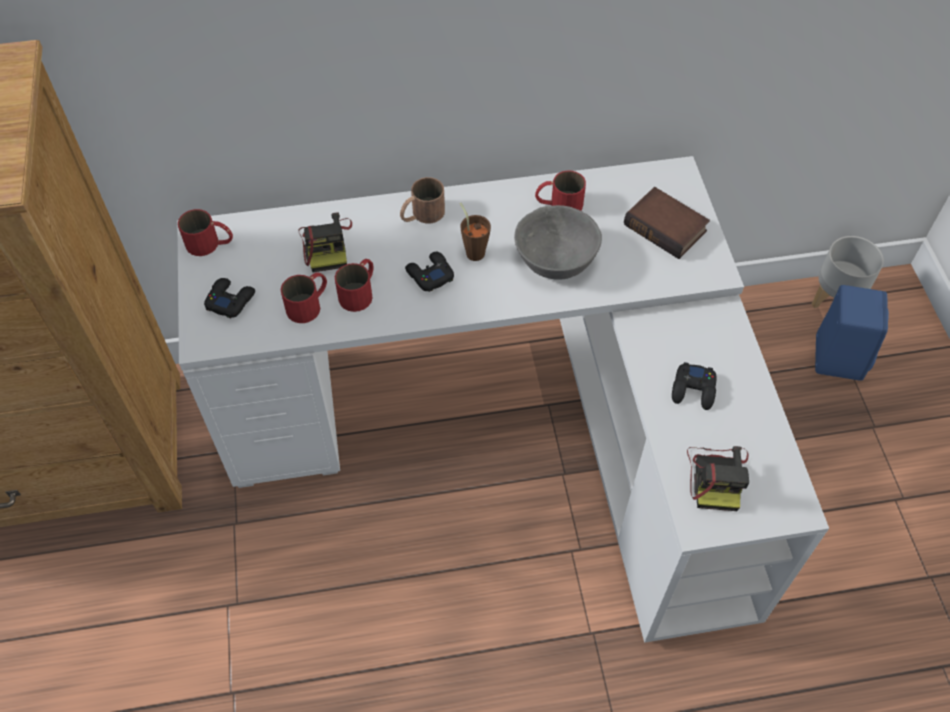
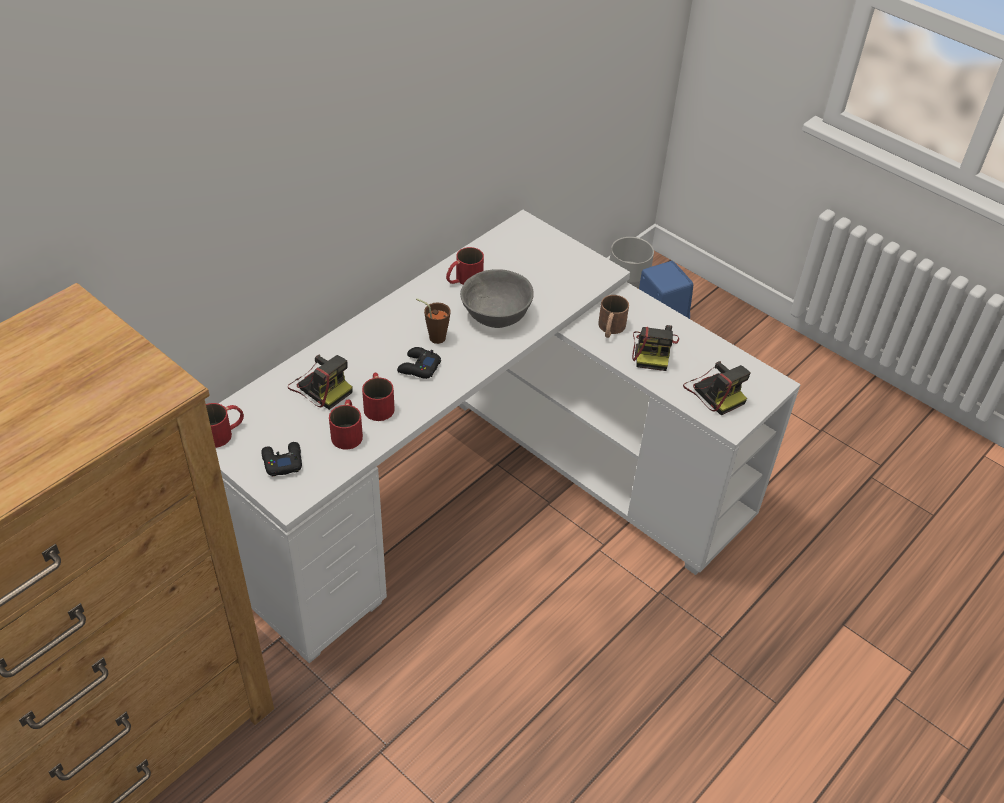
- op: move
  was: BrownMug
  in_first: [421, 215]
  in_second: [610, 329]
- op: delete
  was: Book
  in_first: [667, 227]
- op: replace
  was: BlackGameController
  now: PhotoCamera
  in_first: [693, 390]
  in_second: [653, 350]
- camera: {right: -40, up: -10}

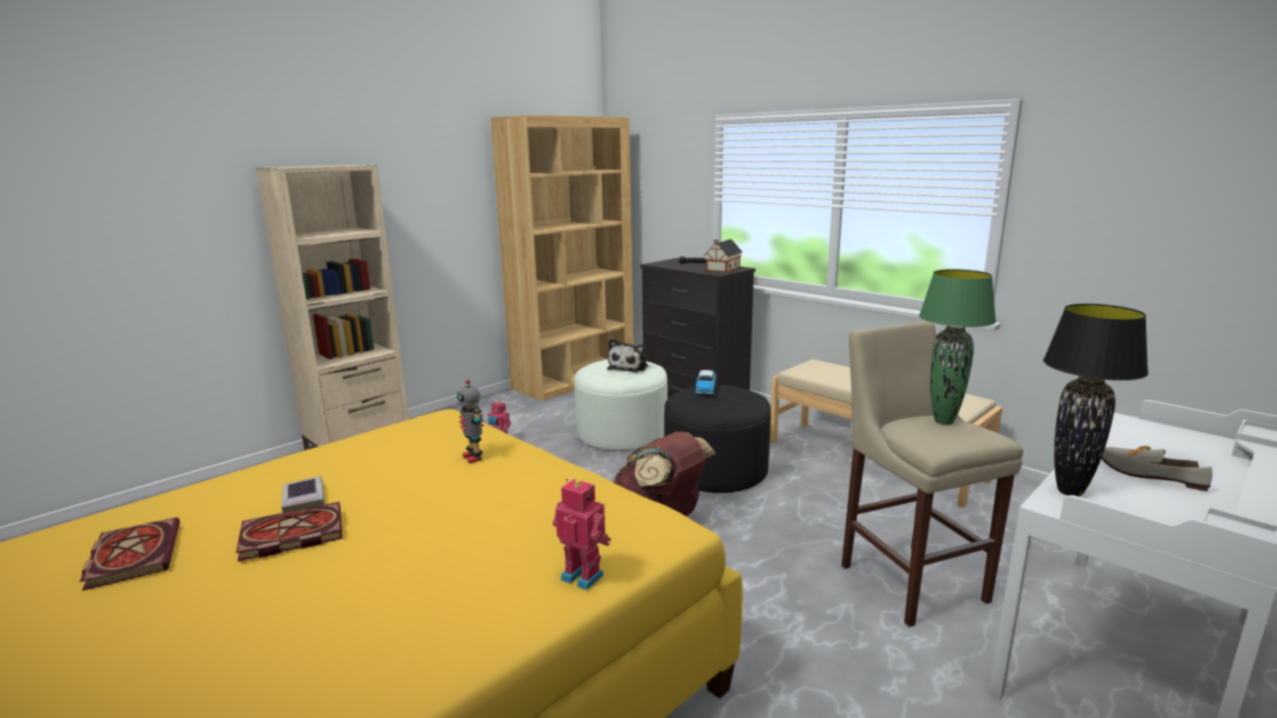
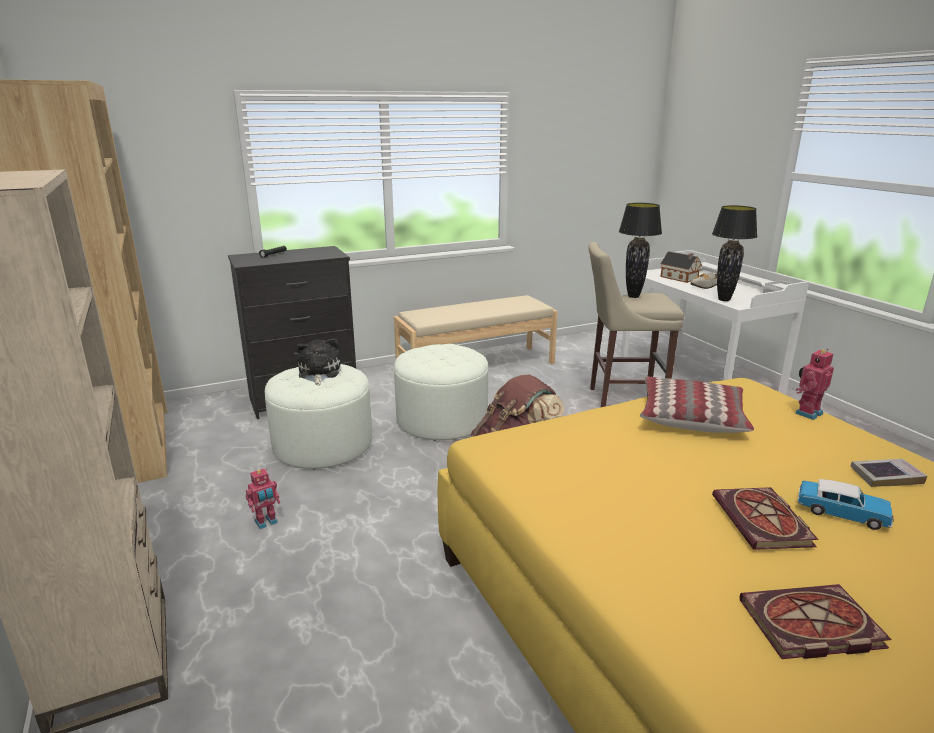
- op: move
  was: Book
  in_first: [304, 499]
  in_second: [886, 476]
- op: delete
  was: ToyRobot
  in_first: [474, 457]
- op: rotate
  was: PlushToy
  in_first: [629, 367]
  in_second: [318, 373]
  clockwise: -135
- op: recolor
  was: BlackOttoman
  now: WhiteOttoman
  in_first: [716, 470]
  in_second: [442, 420]
- op: move
  was: ToyCar
  in_first: [705, 389]
  in_second: [842, 513]
- op: move
  was: ToyHouse
  in_first: [722, 269]
  in_second: [680, 278]
- op: recolor
  was: GreenTableLamp
  now: BlackTableLamp
  in_first: [943, 421]
  in_second: [633, 296]
- op: insert
  now: Pillow
  in_second: [691, 416]
- camera: {right: -70, up: 5}

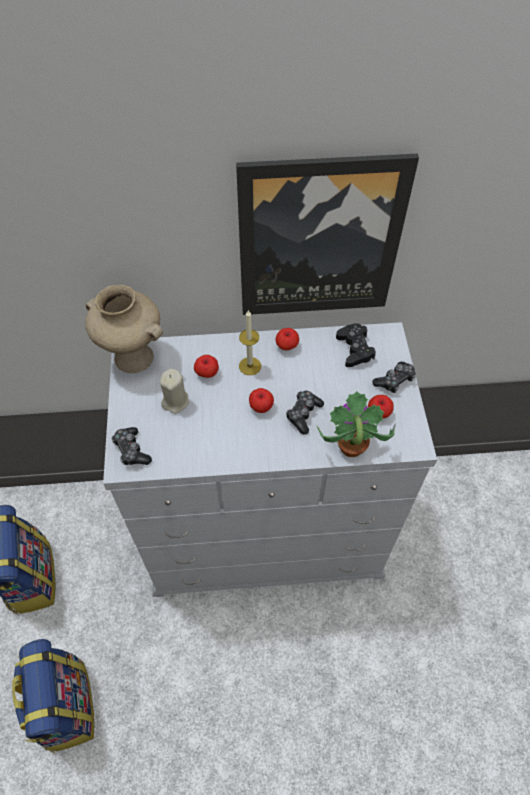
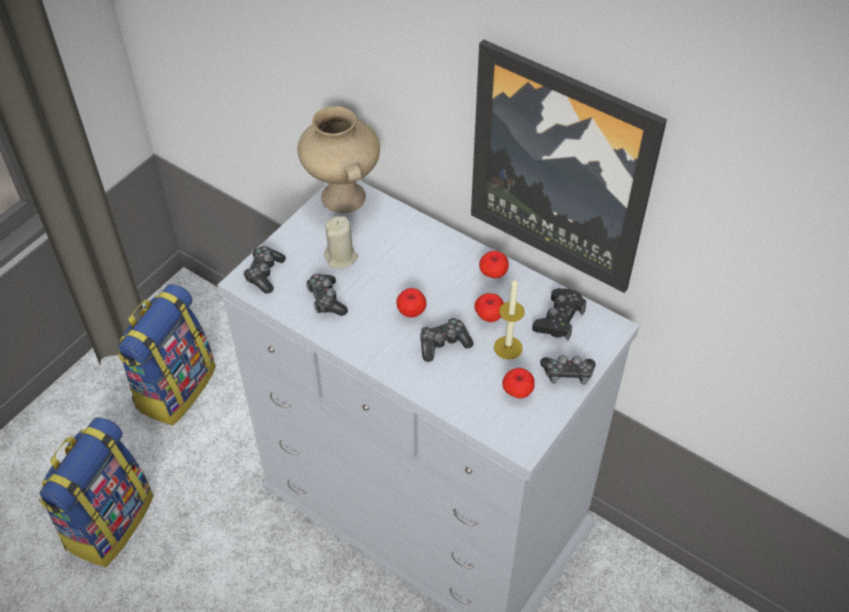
- op: move
  was: Apple
  in_first: [207, 373]
  in_second: [489, 316]
- op: move
  was: Candle
  in_first: [250, 366]
  in_second: [508, 347]
- op: delete
  was: PottedPlant
  in_first: [350, 447]
- op: insert
  now: GameController
  in_second: [326, 300]
- camera: {right: 40, up: -5}

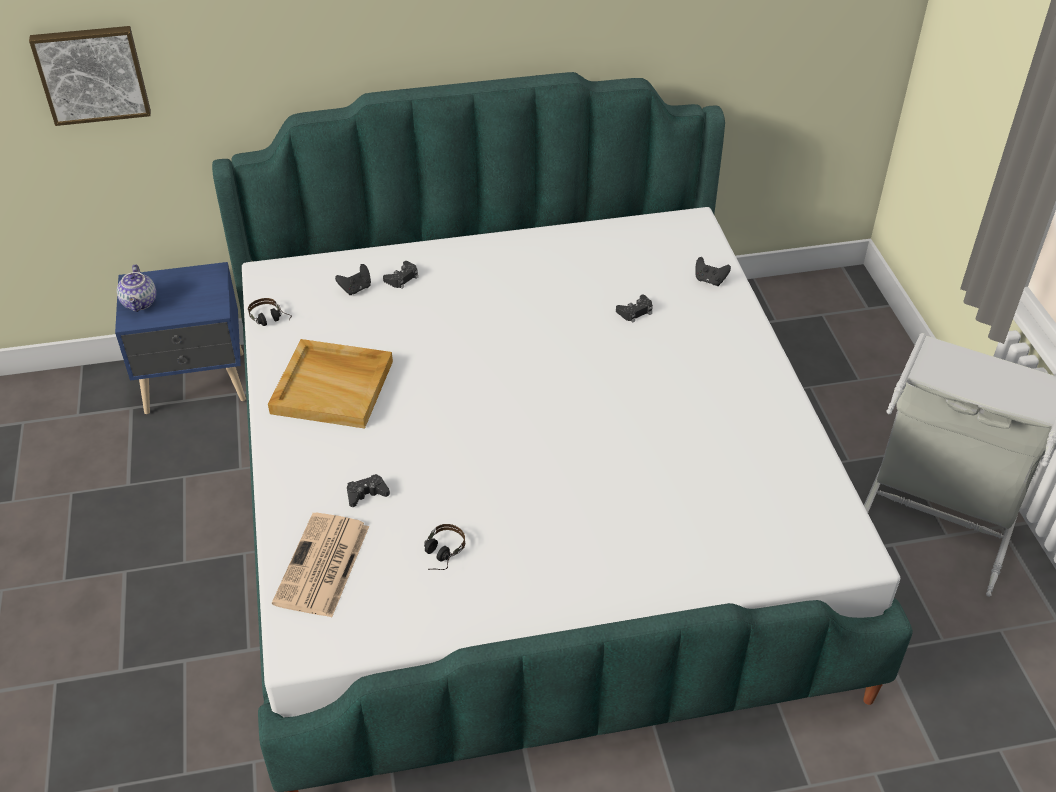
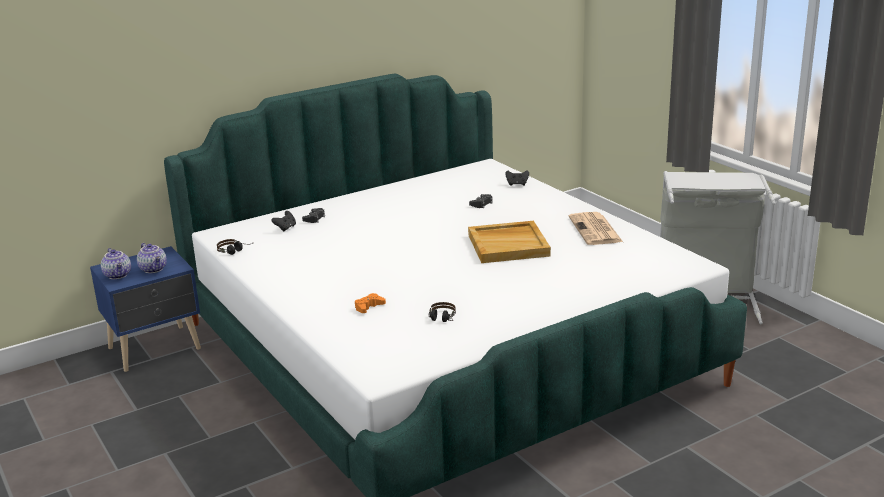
- op: delete
  was: Picture
  in_first: [92, 73]
- op: move
  was: BeigeTray
  in_first: [333, 386]
  in_second: [509, 245]
- op: move
  was: Newspaper
  in_first: [322, 566]
  in_second: [596, 230]
- op: recolor
  was: BlackGameController
  now: OrangeGameController
  in_first: [366, 494]
  in_second: [369, 307]
- op: insert
  now: Teapot
  in_second: [154, 269]
- camera: {right: -20, up: -20}

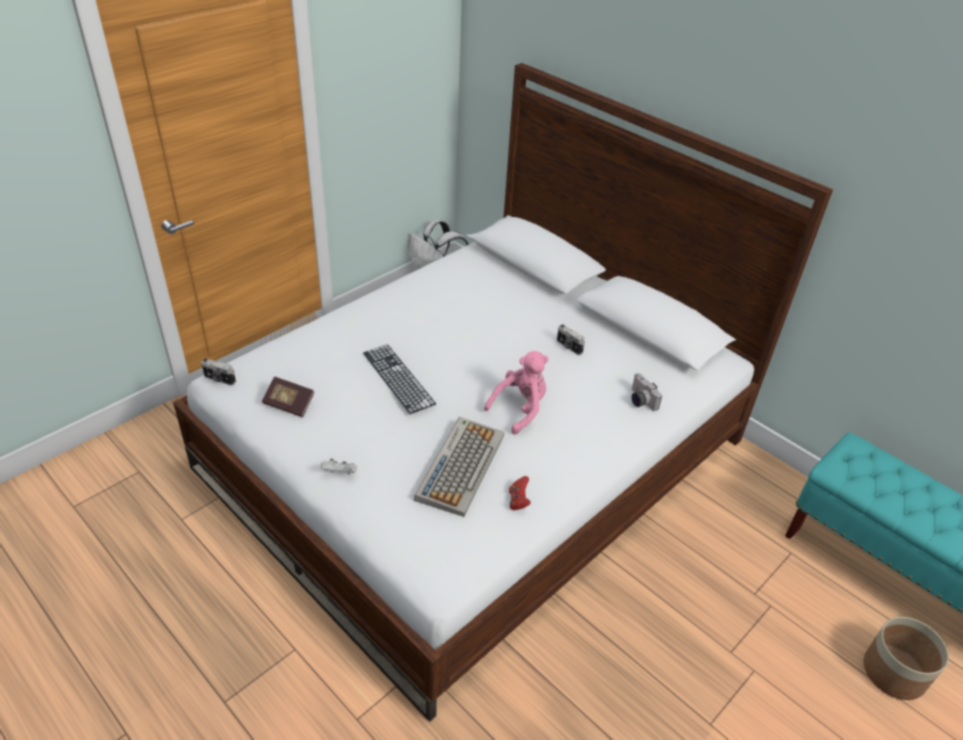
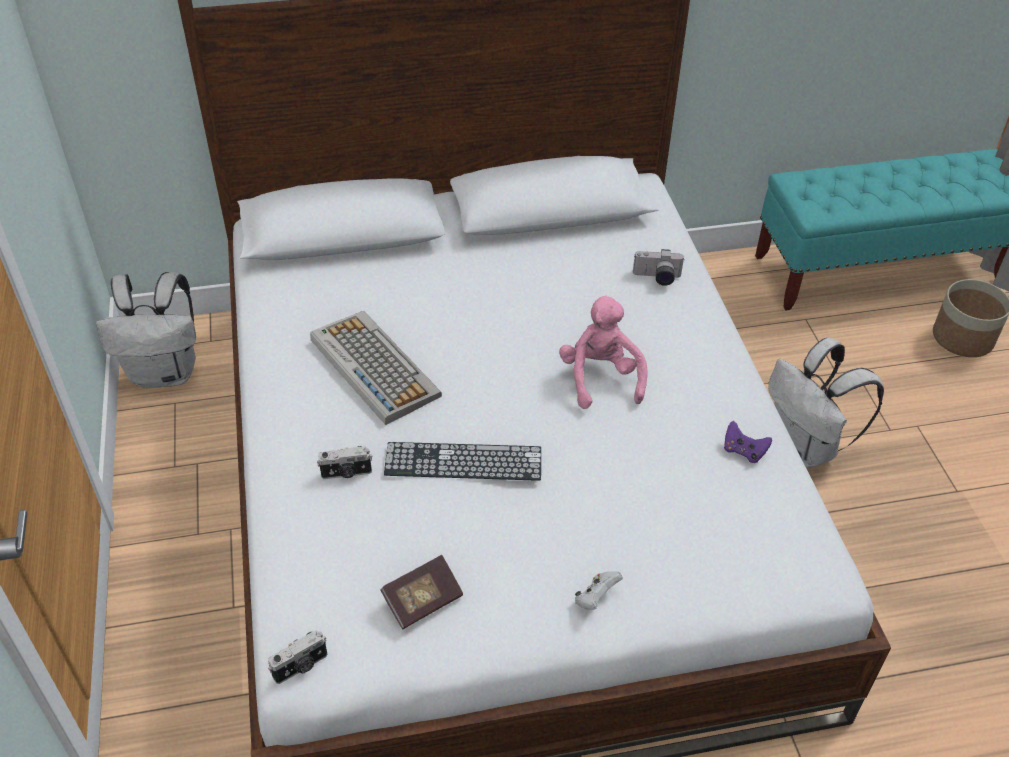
- op: move
  was: Keyboard
  in_first: [460, 465]
  in_second: [372, 367]
- op: recolor
  was: RedGameController
  now: PurpleGameController
  in_first: [518, 501]
  in_second: [743, 451]
- op: move
  was: PhotoCamera
  in_first: [568, 347]
  in_second: [346, 473]
- op: insert
  now: WhiteBackpack
  in_second: [806, 447]
- camera: {right: -55, up: 5}

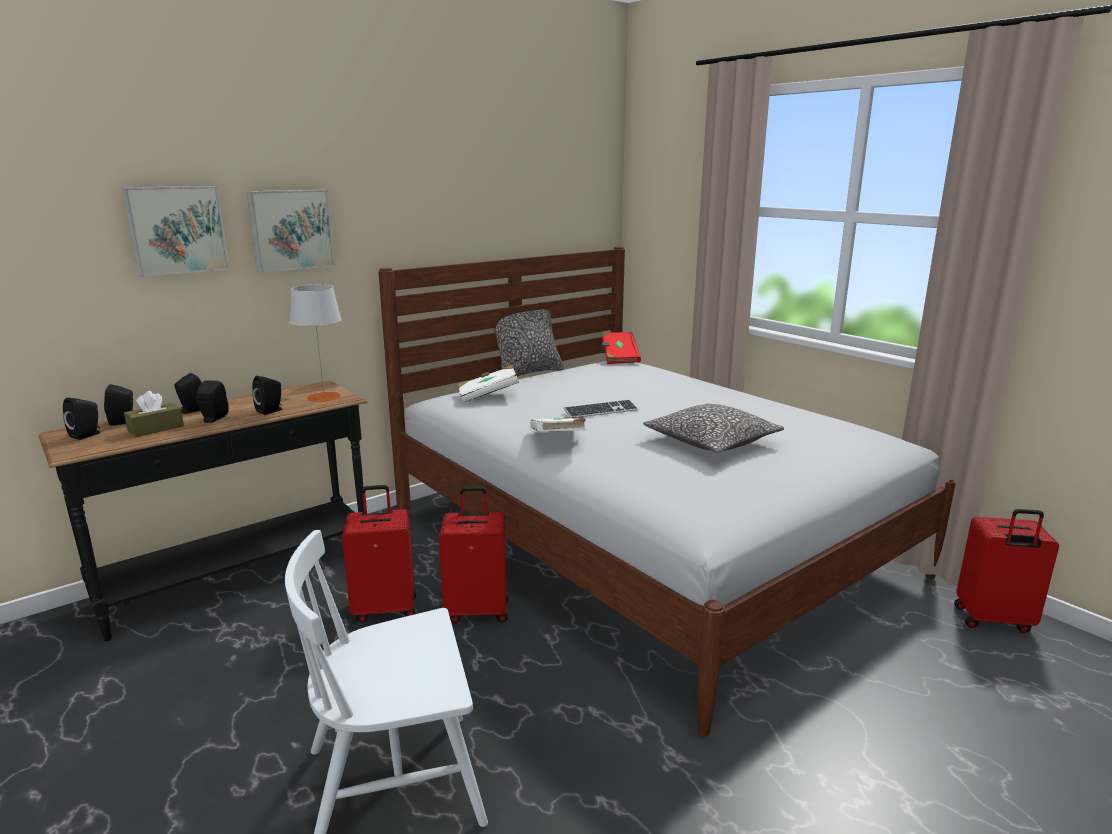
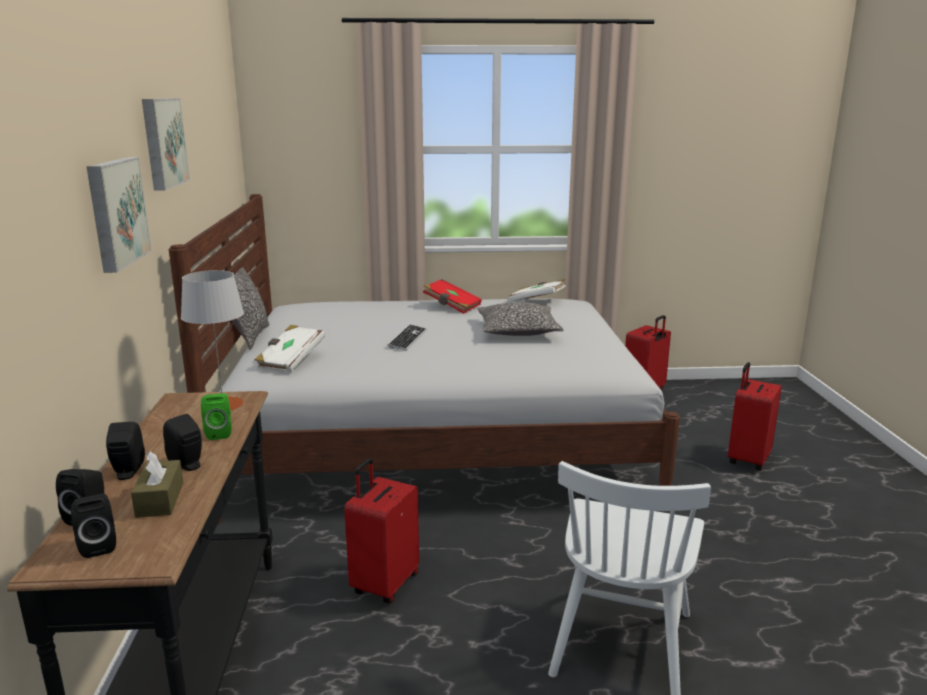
- op: move
  was: Picture
  in_first: [177, 230]
  in_second: [162, 142]
- op: recolor
  was: BlackSpeaker
  now: GreenSpeaker
  in_first: [271, 411]
  in_second: [219, 433]
- op: move
  was: RedSuitcase
  in_first: [477, 610]
  in_second: [747, 459]
- op: move
  was: WhiteBook
  in_first: [558, 439]
  in_second: [537, 301]
- op: move
  was: RedBook
  in_first: [618, 358]
  in_second: [452, 306]
- camera: {right: -55, up: 0}

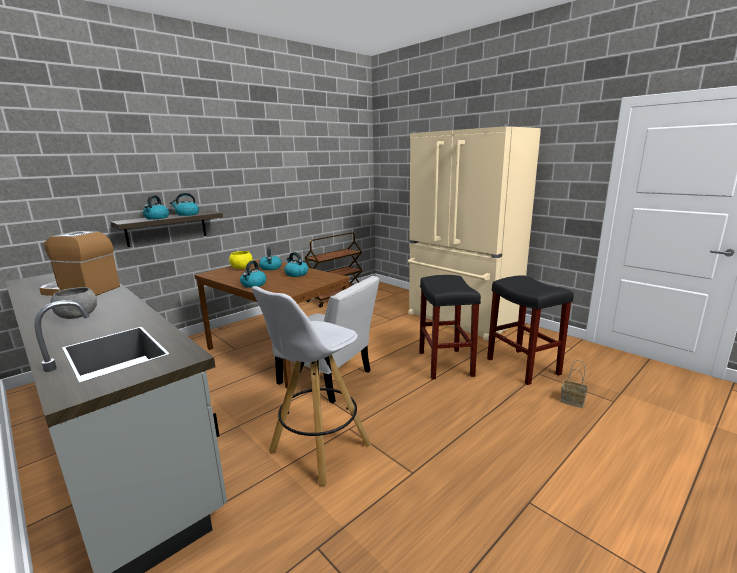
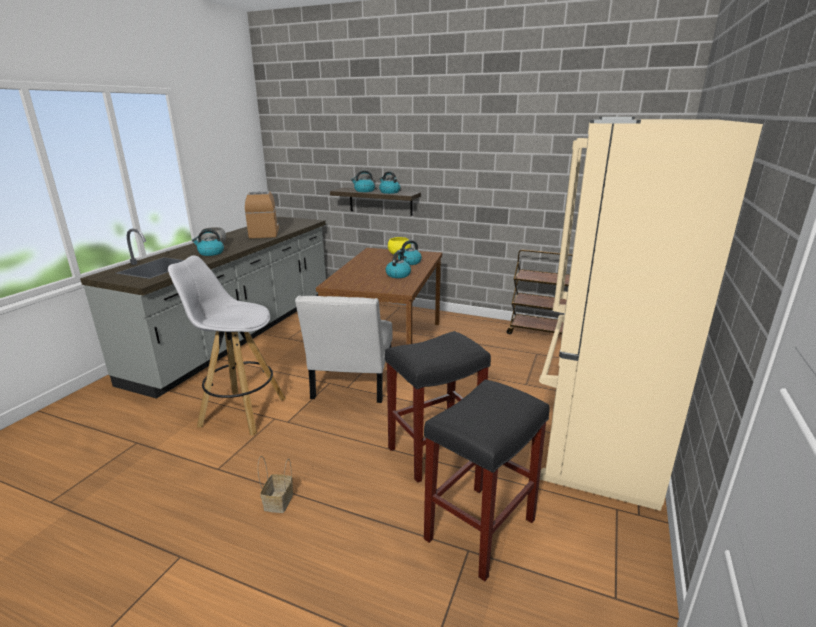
- op: move
  was: Kettle
  in_first: [253, 284]
  in_second: [210, 253]
- op: move
  was: Basket
  in_first: [573, 401]
  in_second: [279, 502]
- camera: {right: 65, up: 5}

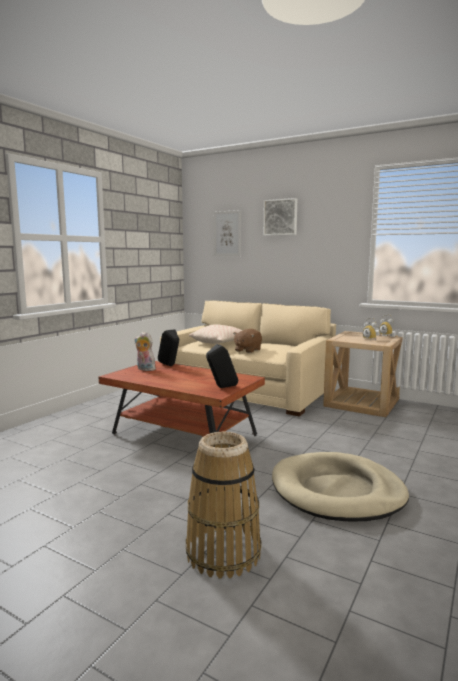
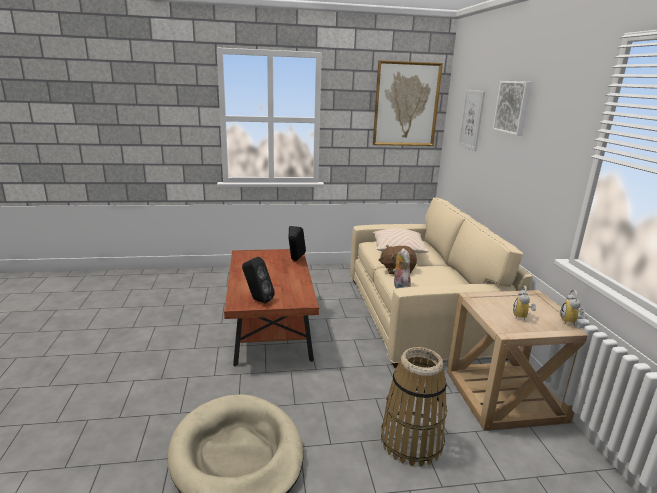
- op: move
  was: PlushToy
  in_first: [144, 369]
  in_second: [399, 287]
- op: move
  was: Basket
  in_first: [223, 552]
  in_second: [411, 441]
- op: insert
  now: Picture
  in_second: [406, 104]
- camera: {right: 50, up: 10}

